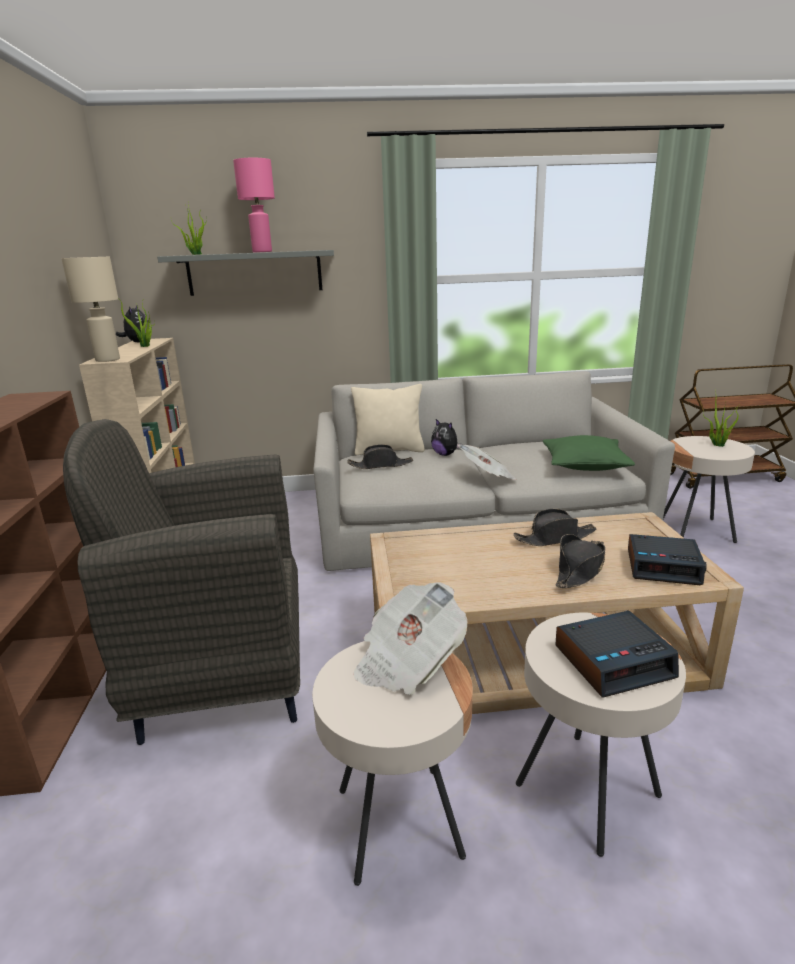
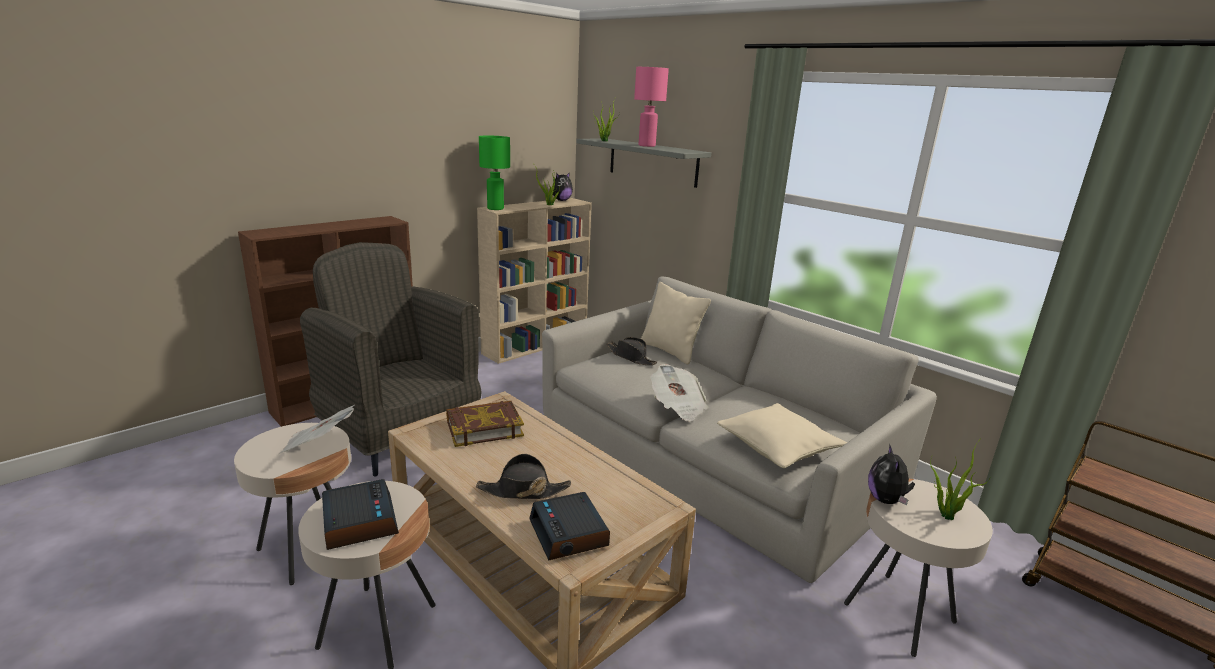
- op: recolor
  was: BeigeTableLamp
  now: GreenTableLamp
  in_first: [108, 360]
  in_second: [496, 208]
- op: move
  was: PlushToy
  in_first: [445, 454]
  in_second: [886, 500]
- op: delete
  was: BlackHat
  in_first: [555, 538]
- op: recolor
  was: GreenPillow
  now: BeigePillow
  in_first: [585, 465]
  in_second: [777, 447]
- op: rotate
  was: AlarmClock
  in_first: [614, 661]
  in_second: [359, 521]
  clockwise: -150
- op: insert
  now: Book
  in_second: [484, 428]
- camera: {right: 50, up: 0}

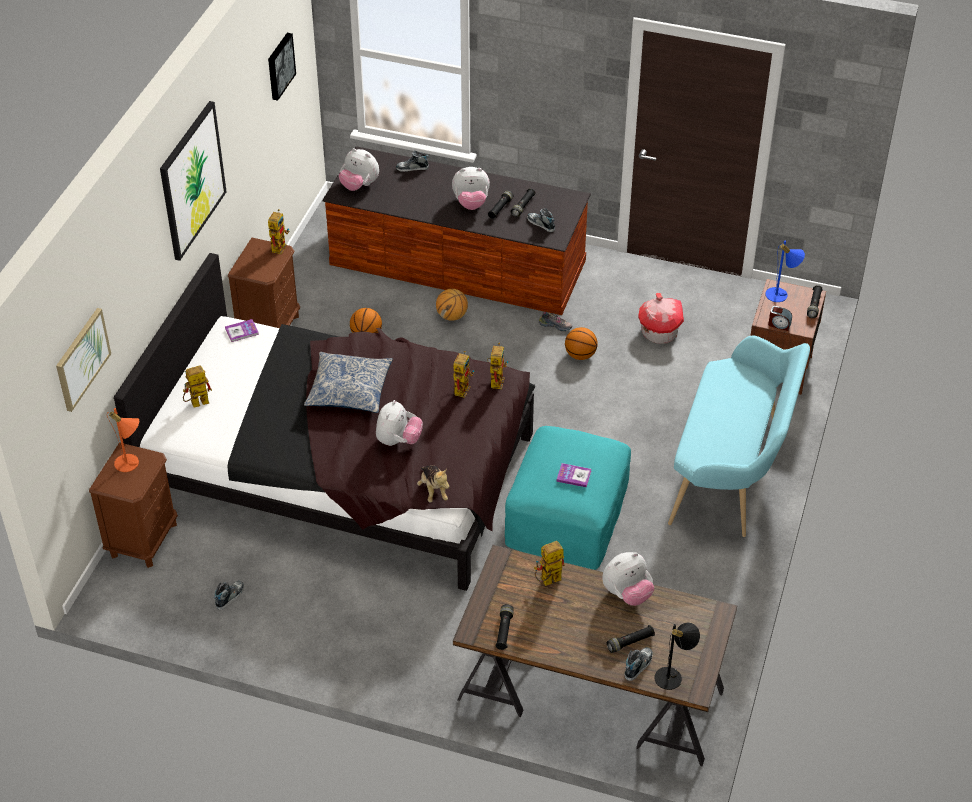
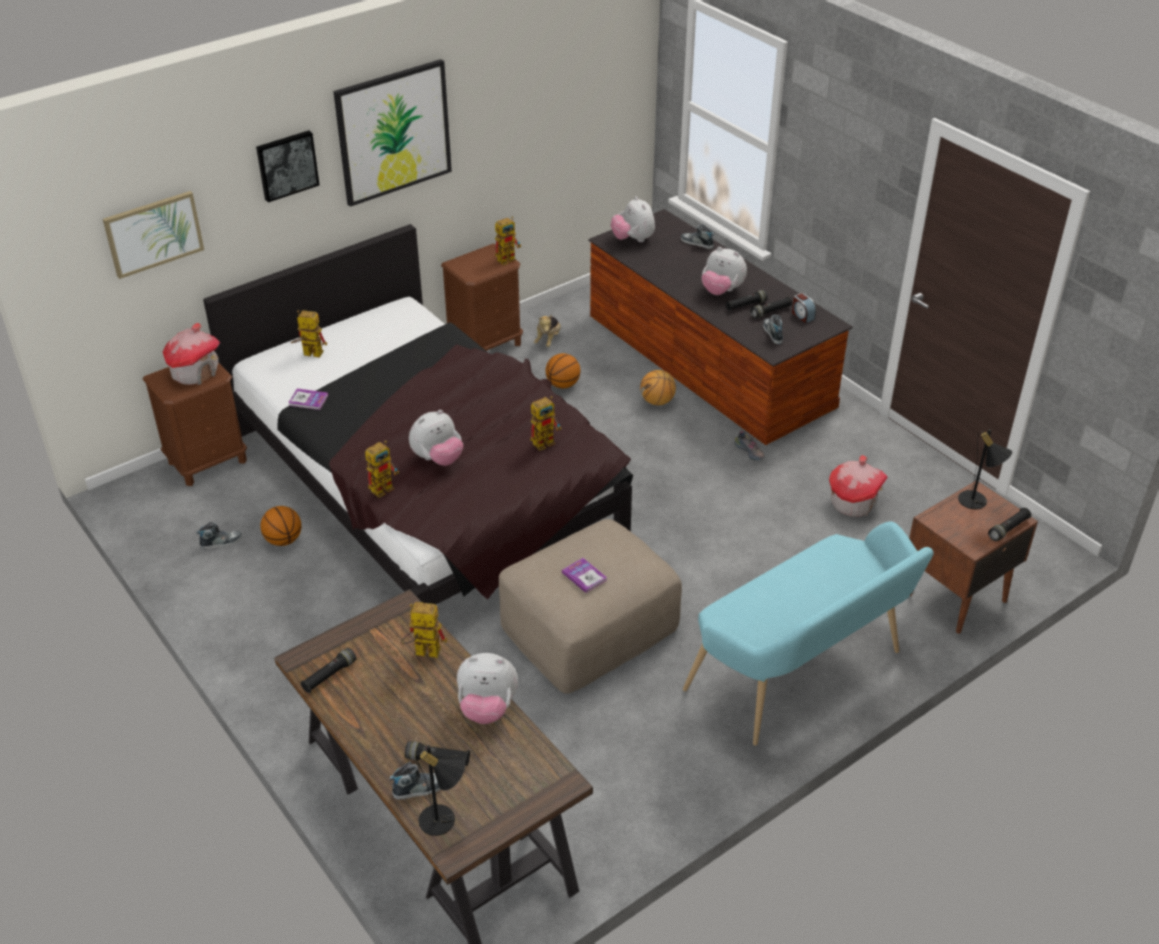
- op: replace
  was: OrangeTableLamp
  now: ToyHouse
  in_first: [131, 464]
  in_second: [195, 372]
- op: move
  was: Book
  in_first: [242, 331]
  in_second: [308, 400]
- op: move
  was: Picture
  in_first: [279, 66]
  in_second: [286, 165]
- op: delete
  was: Pillow
  in_first: [349, 390]
- op: move
  was: PlushToy
  in_first: [433, 490]
  in_second: [548, 340]
- op: move
  was: ToyRobot
  in_first: [496, 380]
  in_second: [385, 486]
- op: recolor
  was: TurquoiseOttoman
  now: BeigeOttoman
  in_first: [566, 514]
  in_second: [589, 626]
- op: move
  was: Basketball
  in_first: [580, 355]
  in_second: [283, 540]
- op: recolor
  was: BlueTableLamp
  now: BlackTableLamp
  in_first: [781, 295]
  in_second: [977, 503]
- op: move
  was: AlarmClock
  in_first: [779, 325]
  in_second: [802, 315]
- camera: {right: 35, up: -5}

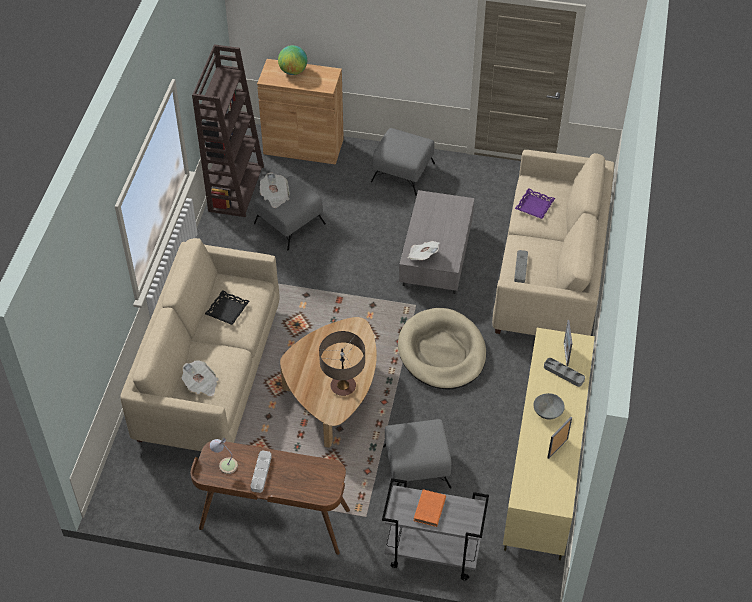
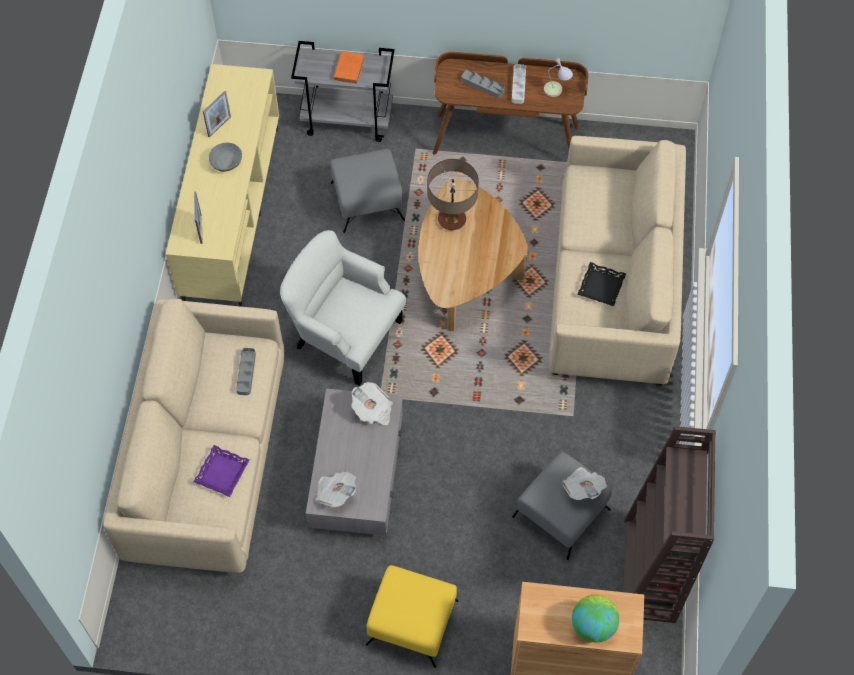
- op: move
  was: Newspaper
  in_first: [201, 384]
  in_second: [336, 492]
- op: recolor
  was: GreyOttoman
  now: YellowOttoman
  in_first: [403, 172]
  in_second: [411, 622]
- op: replace
  was: BeigeDogBed
  now: WhiteArmchair
  in_first: [442, 352]
  in_second: [345, 335]
- op: move
  was: GreyTray
  in_first: [563, 373]
  in_second: [483, 85]
- camera: {right: 175, up: 10}

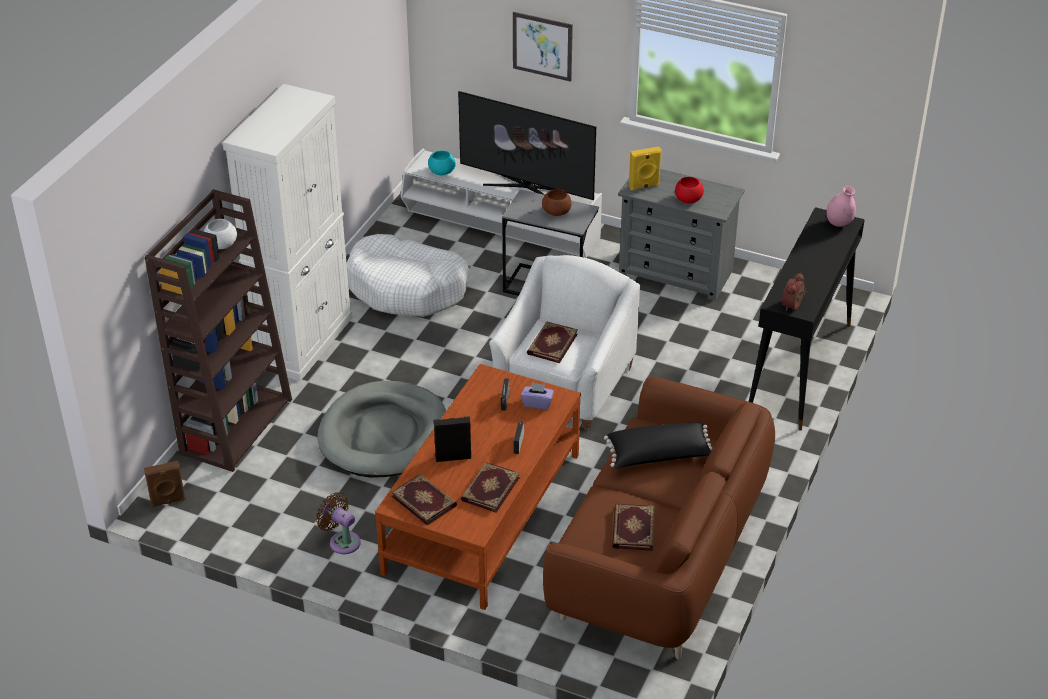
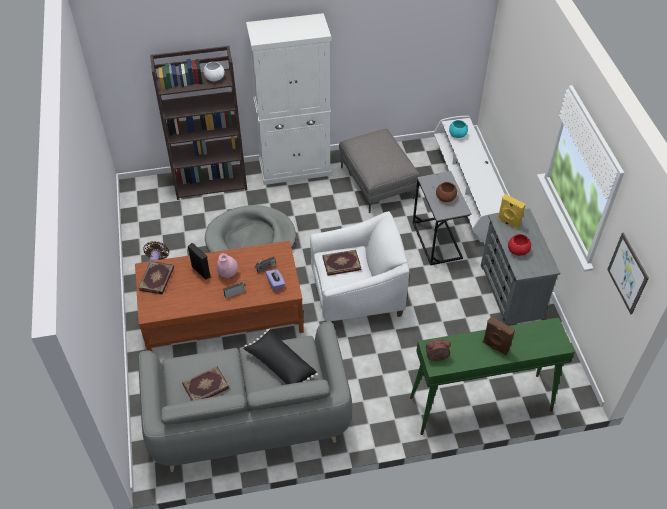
- op: move
  was: BrownSpeaker
  in_first: [168, 502]
  in_second: [495, 347]
- op: replace
  was: WhiteDogBed
  now: GreyOttoman
  in_first: [407, 288]
  in_second: [376, 182]
- op: delete
  was: Television
  in_first: [526, 188]
- op: delete
  was: Book
  in_first: [489, 489]
- op: move
  was: Picture
  in_first: [542, 46]
  in_second: [627, 273]
- op: recolor
  was: BrownSofa
  now: GreySofa
  in_first: [659, 556]
  in_second: [249, 416]
- op: recolor
  was: BlackConsoleTable
  now: GreenConsoleTable
  in_first: [799, 369]
  in_second: [480, 404]
- op: move
  was: PinkVase
  in_first: [839, 223]
  in_second: [228, 274]
- camera: {right: 55, up: 10}

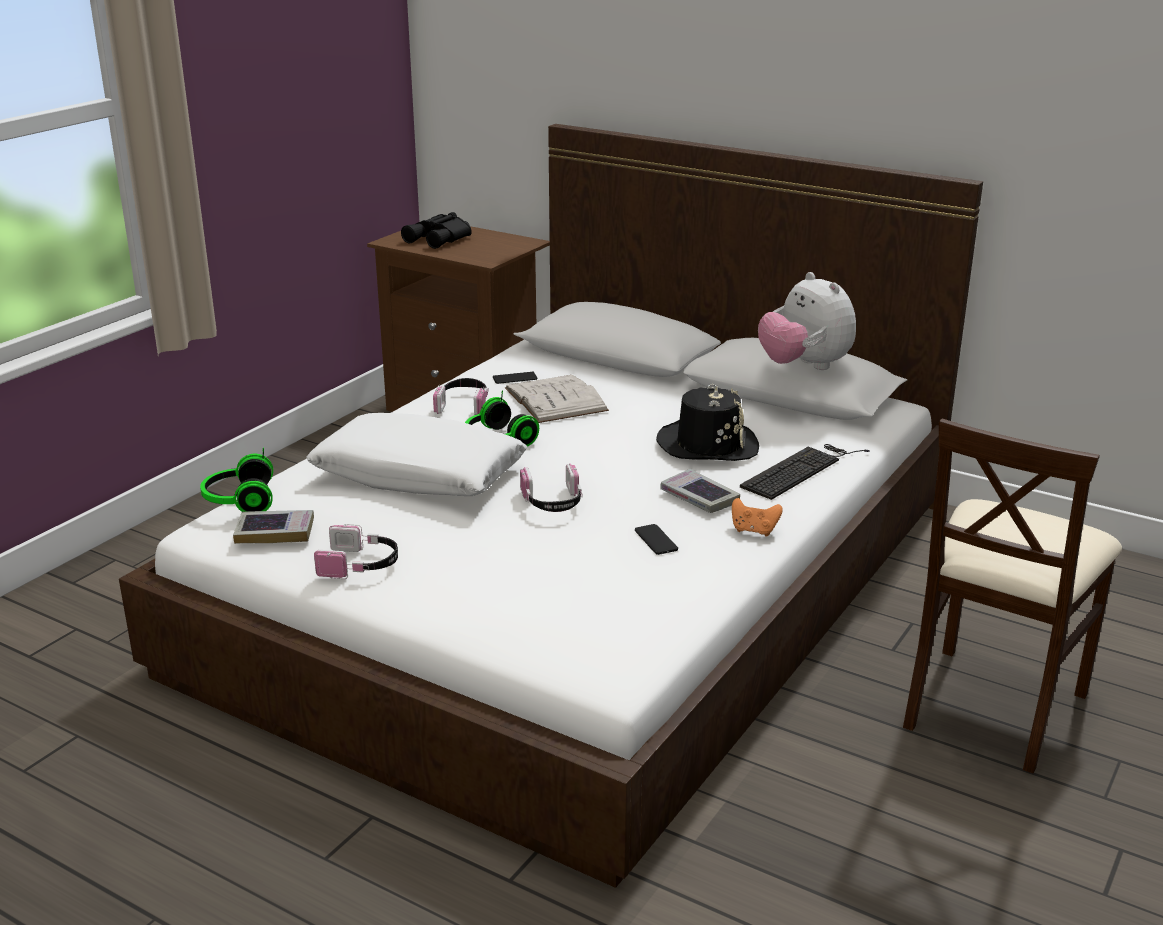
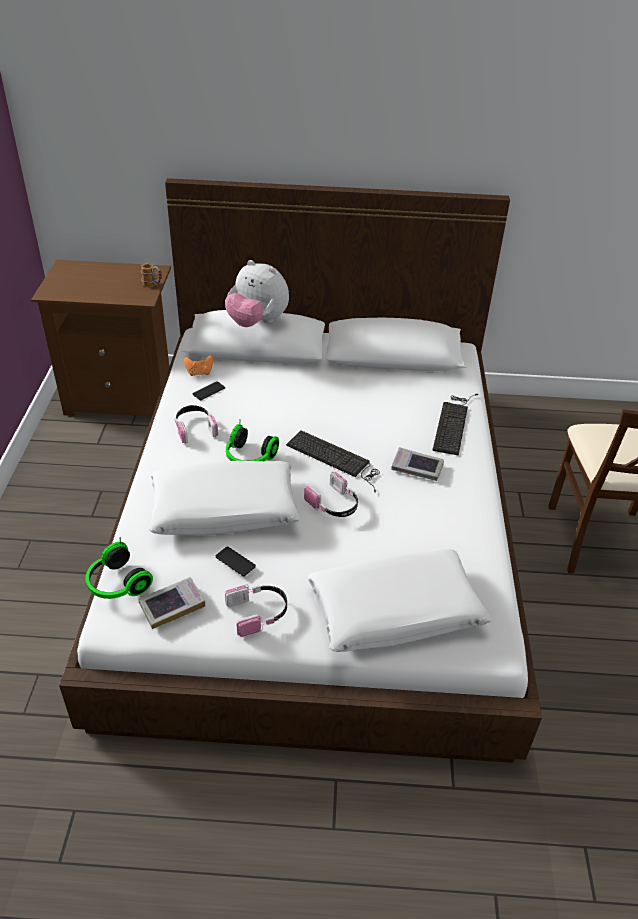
- op: delete
  was: BlackBinoculars
  in_first: [440, 239]
- op: delete
  was: WhiteBook
  in_first: [555, 399]
- op: move
  was: Phone
  in_first: [656, 540]
  in_second: [235, 561]
- op: delete
  was: BlackHat
  in_first: [708, 444]
- op: move
  was: OrangeGameController
  in_first: [754, 531]
  in_second: [199, 373]
- op: move
  was: PlushToy
  in_first: [804, 366]
  in_second: [257, 322]
- op: insert
  now: Mug
  in_second: [153, 286]
- op: insert
  now: Keyboard
  in_second: [335, 459]
- op: insert
  now: WhitePillow
  in_second: [395, 611]
- camera: {right: -30, up: 15}

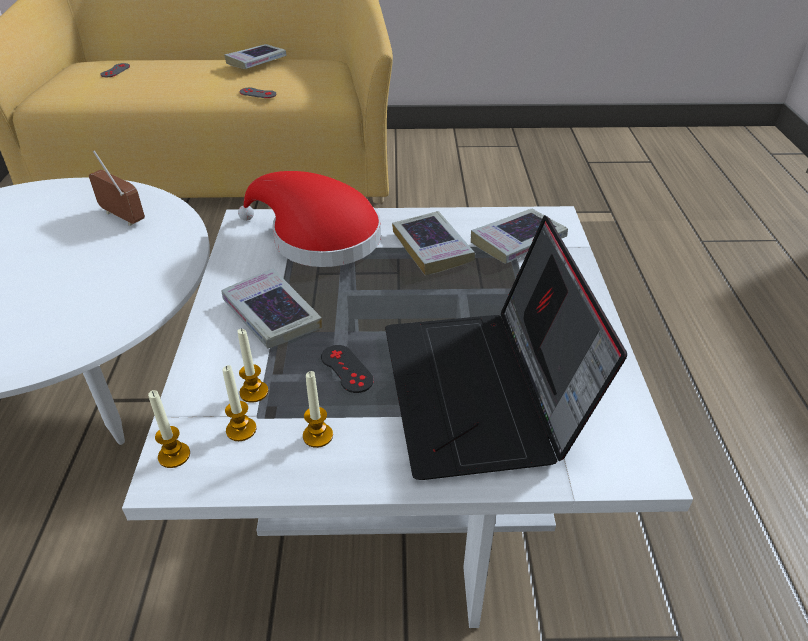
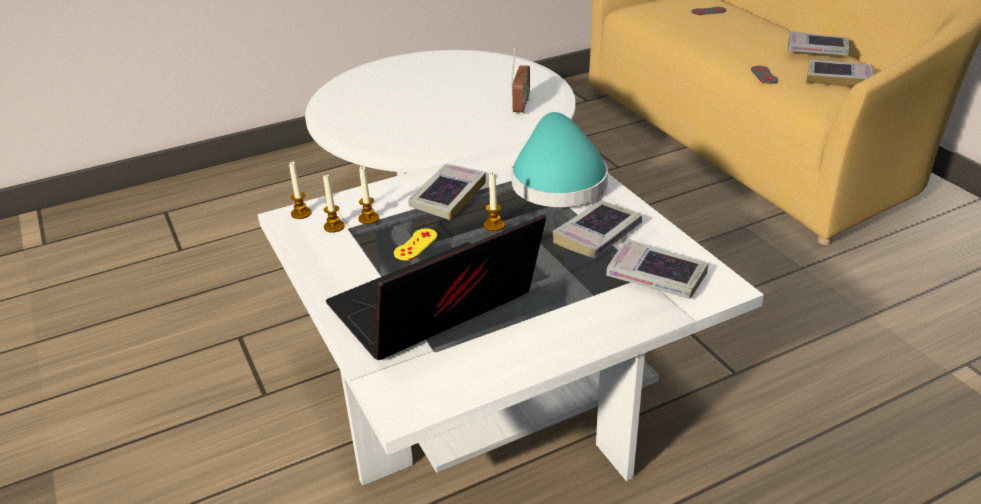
- op: recolor
  was: RedHat
  now: TurquoiseHat
  in_first: [318, 238]
  in_second: [557, 180]
- op: move
  was: Candle
  in_first: [318, 436]
  in_second: [494, 225]
- op: recolor
  was: BlackGameController
  now: YellowGameController
  in_first: [346, 369]
  in_second: [416, 244]
- op: insert
  now: Book
  in_second: [838, 78]
- camera: {right: 65, up: -5}

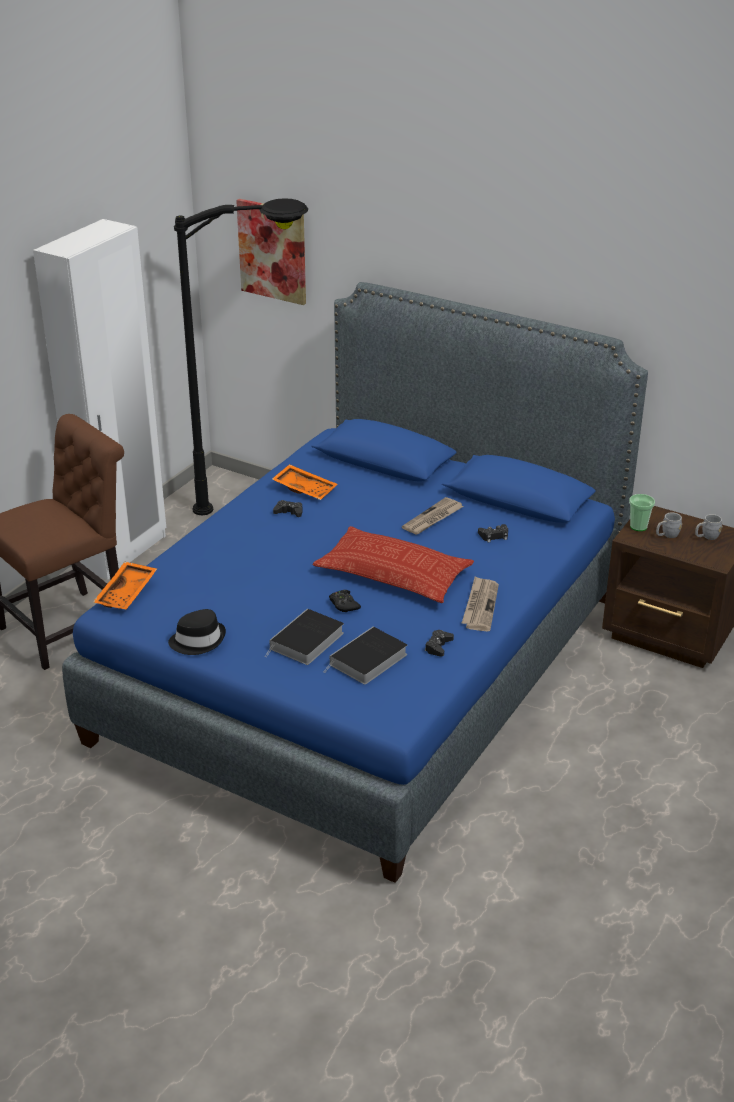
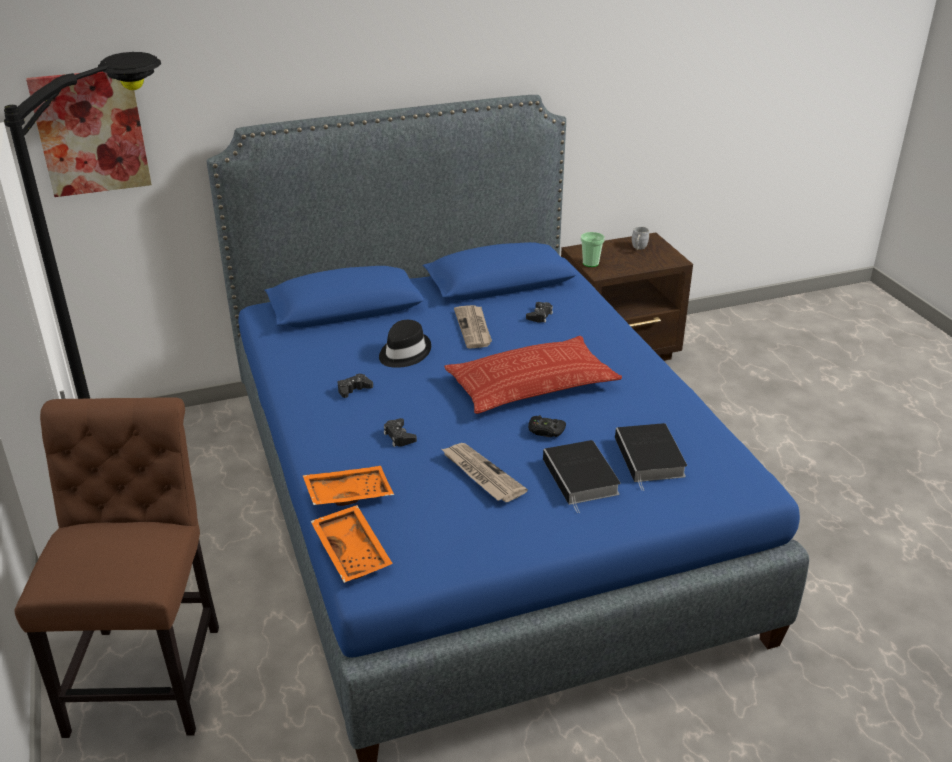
- op: move
  was: BlackHat
  in_first: [198, 640]
  in_second: [403, 353]
- op: move
  was: OrangeTray
  in_first: [305, 488]
  in_second: [348, 493]
- op: move
  was: BlackGameController
  in_first: [438, 646]
  in_second: [399, 436]
- op: move
  was: Newspaper
  in_first: [480, 606]
  in_second: [481, 474]
- op: delete
  was: GreyMug
  in_first: [667, 535]
- camera: {right: -50, up: 0}

